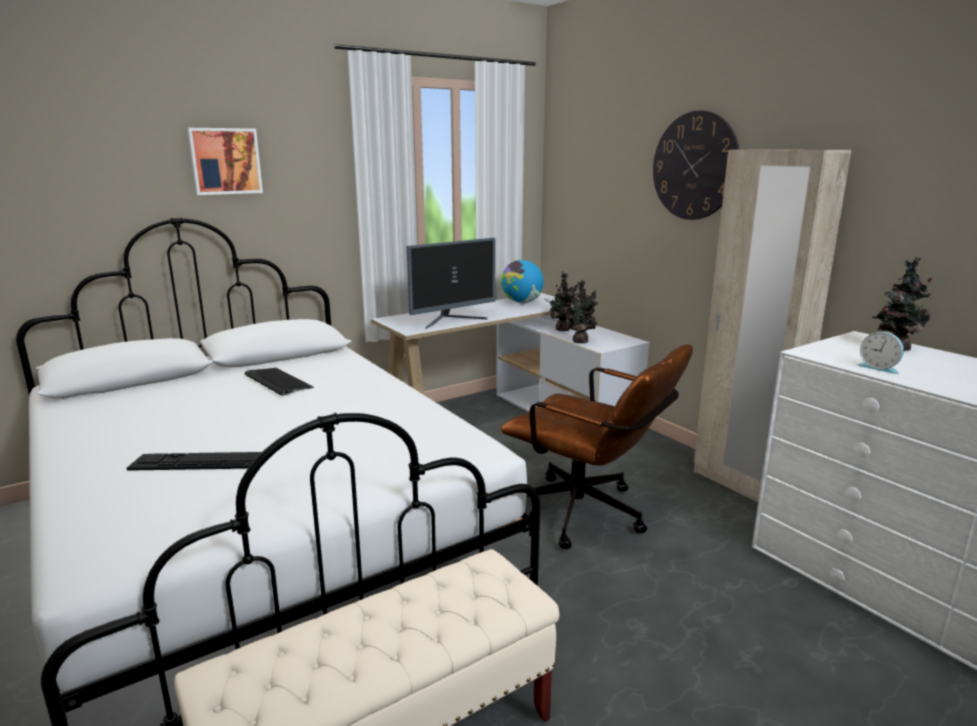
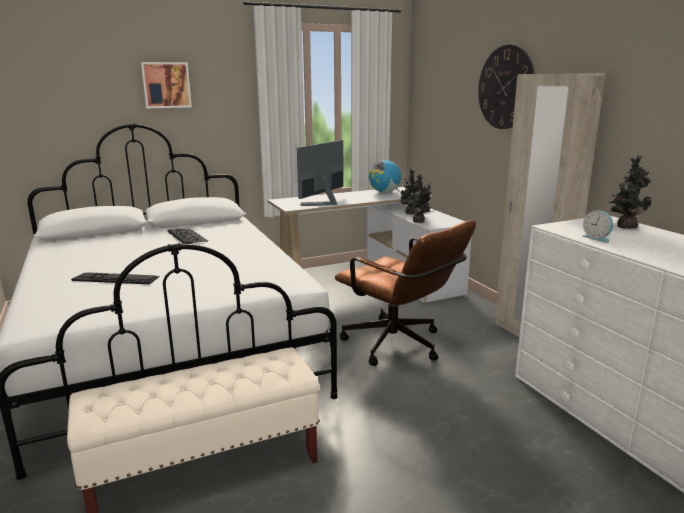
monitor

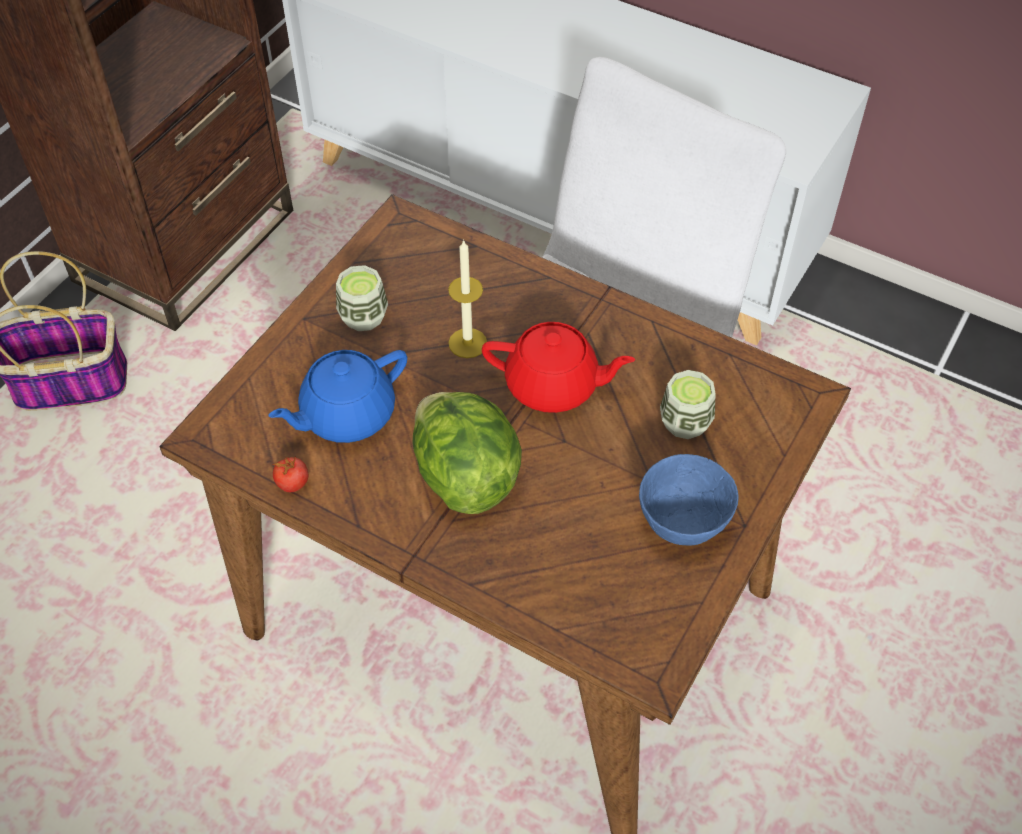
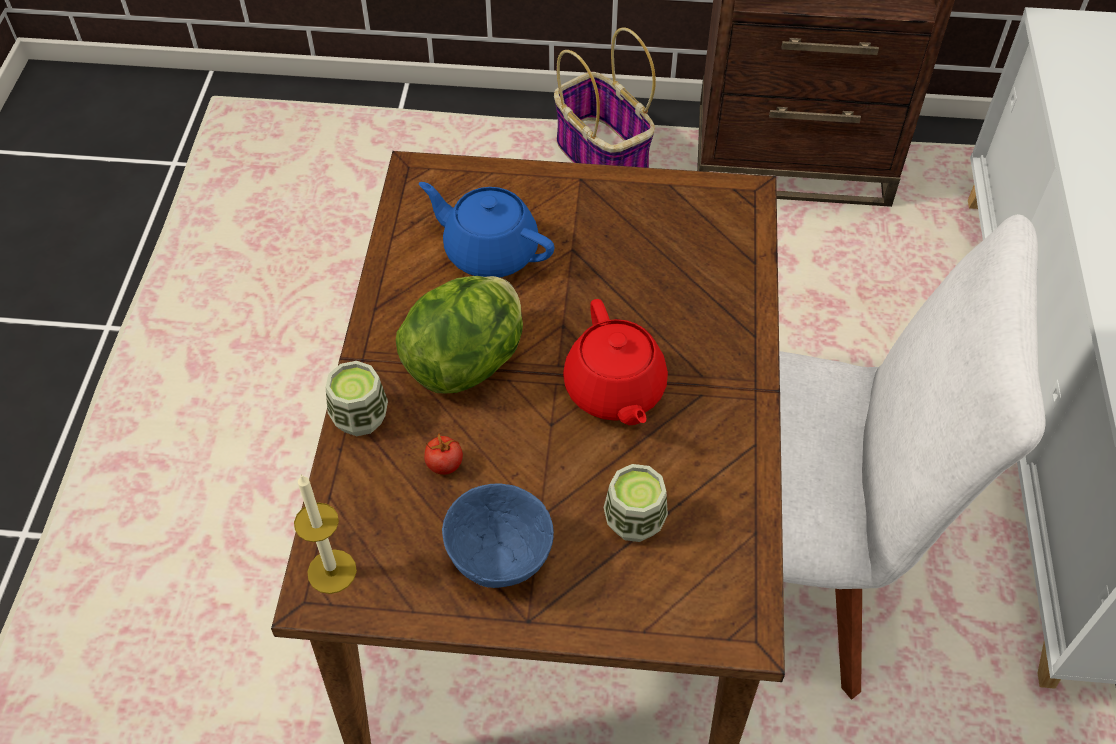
candle
cup (no. 1 from left)
tomato

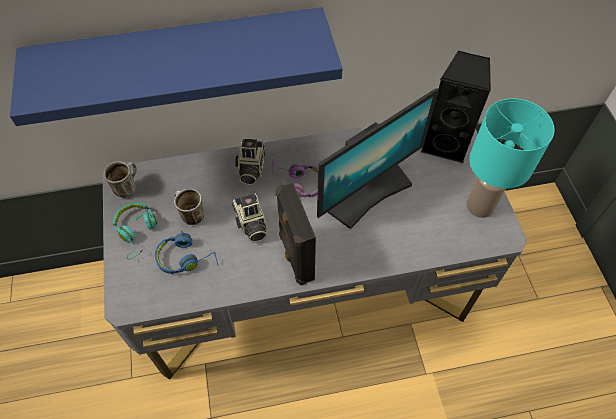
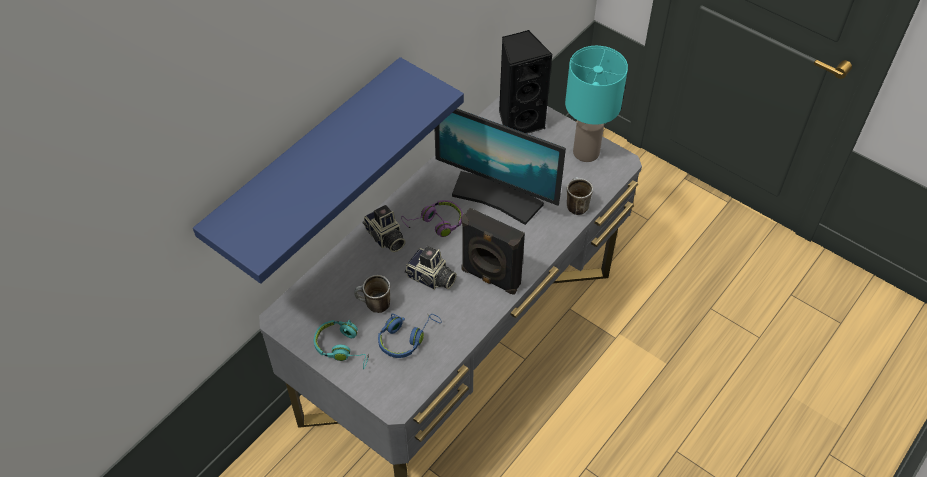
monitor
mug (no. 2 from left)

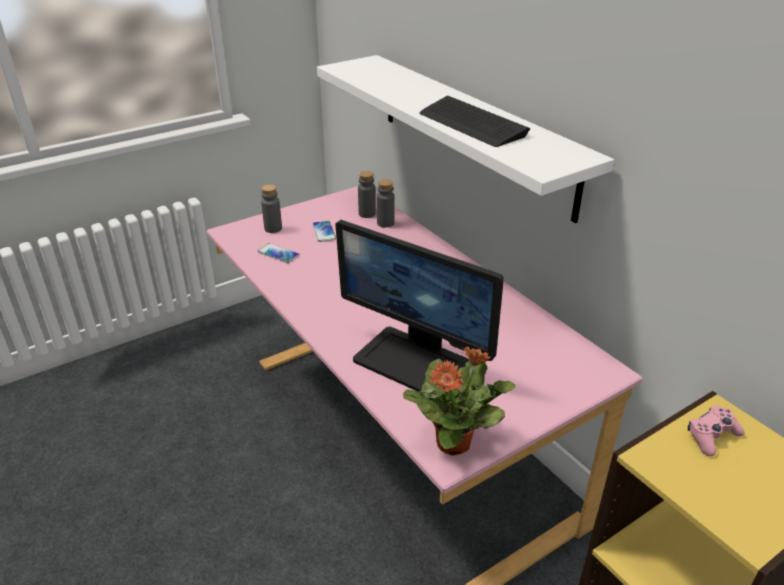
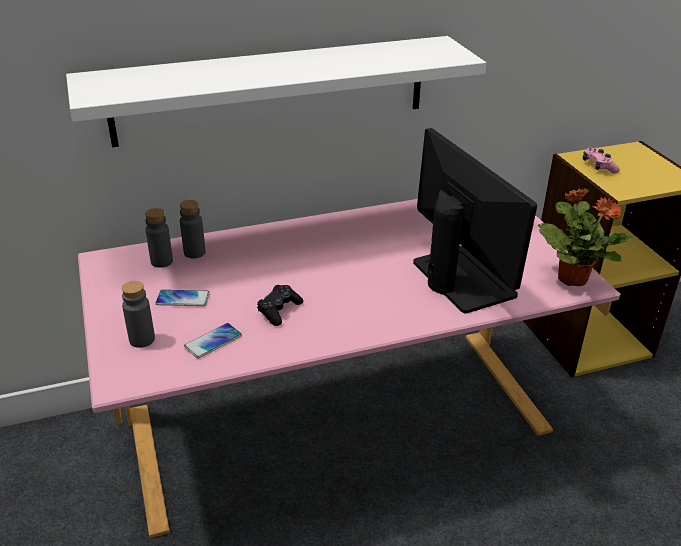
keyboard
monitor
black game controller

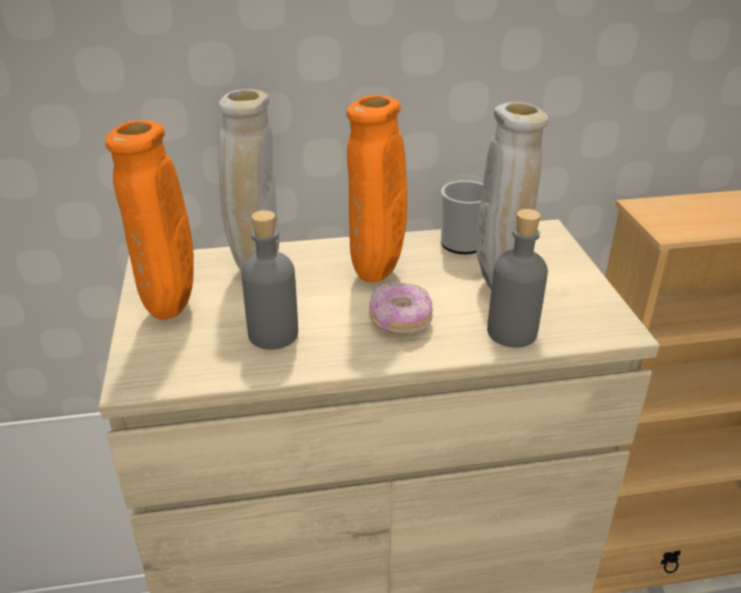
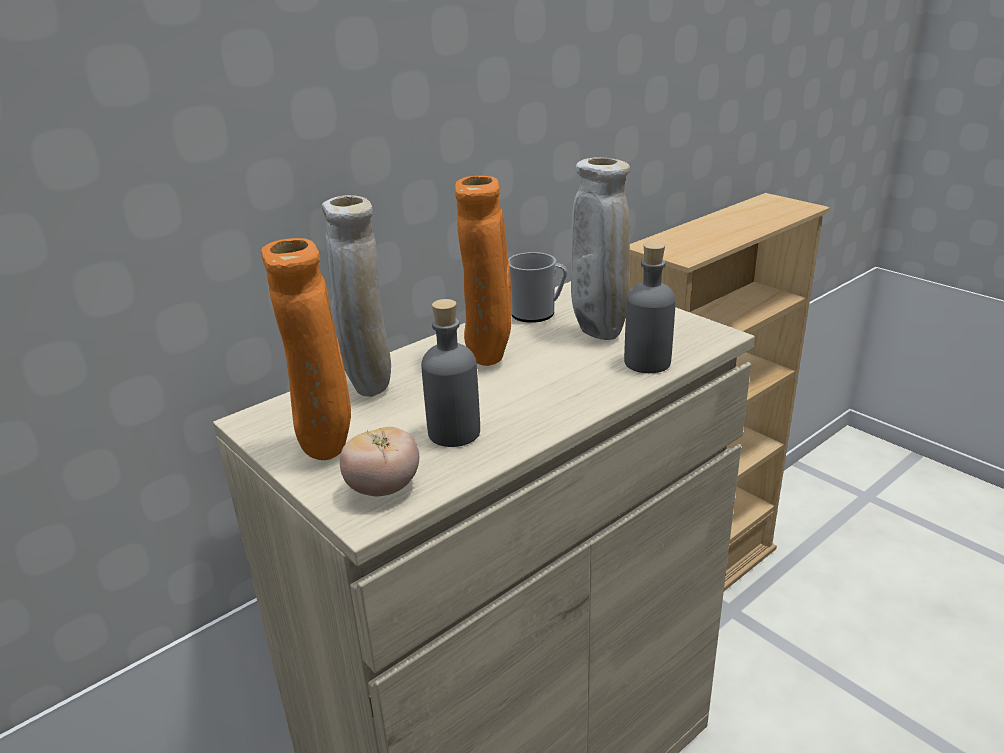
donut
tomato

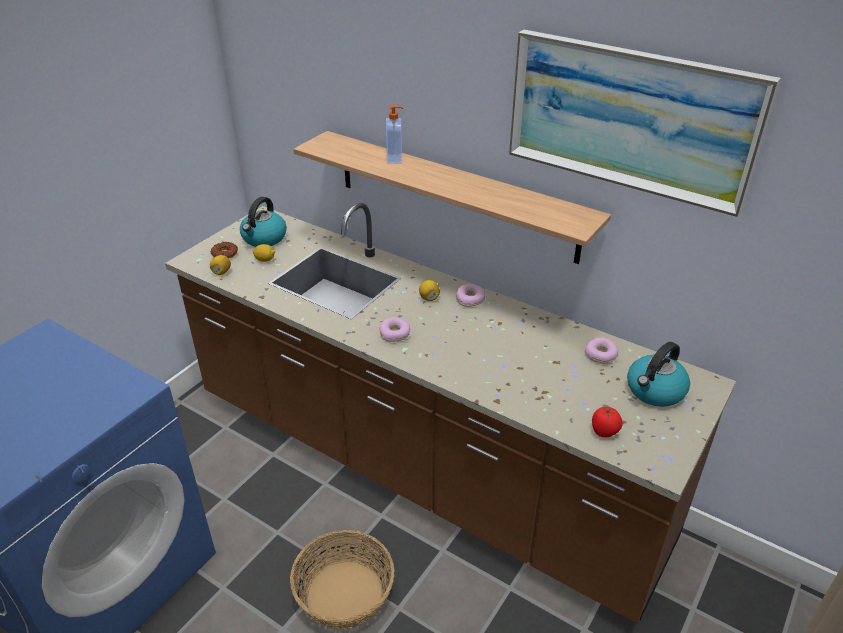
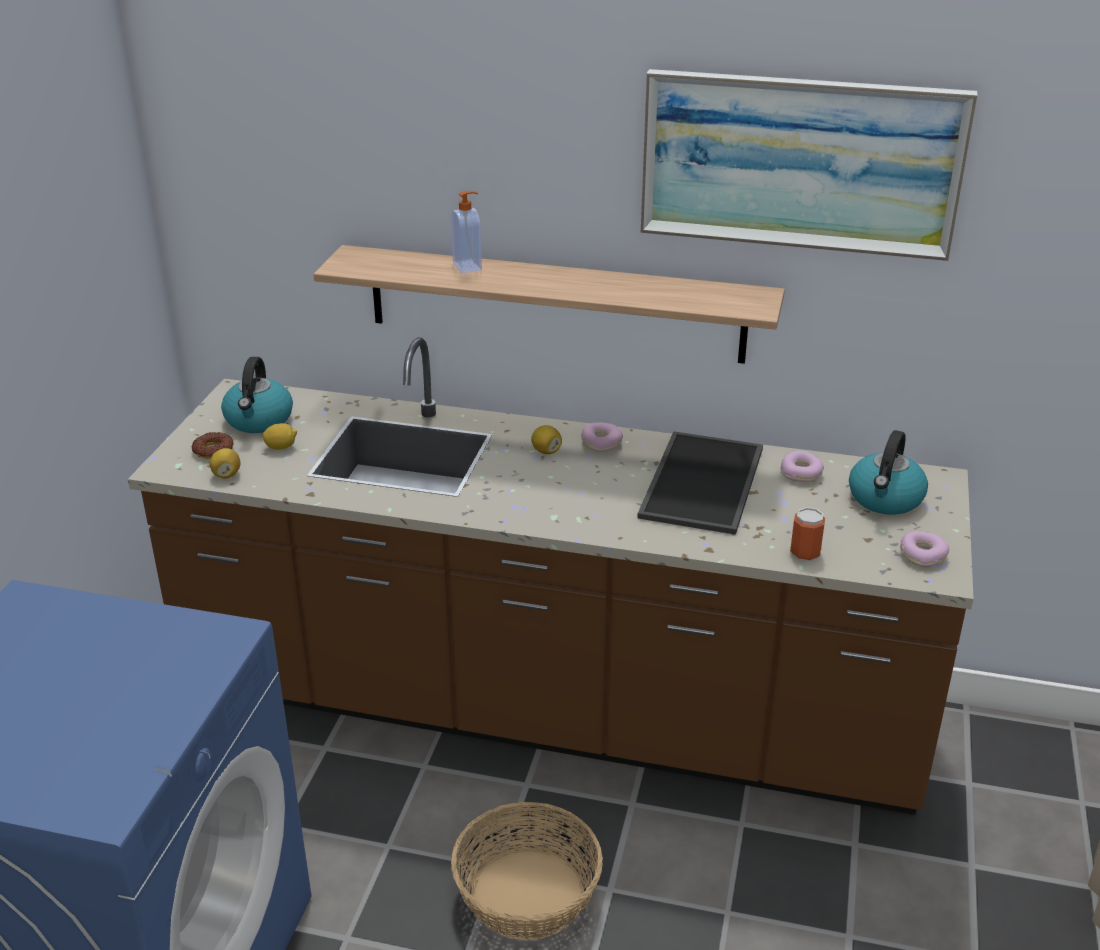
donut (no. 4 from left)
tomato
tray
can

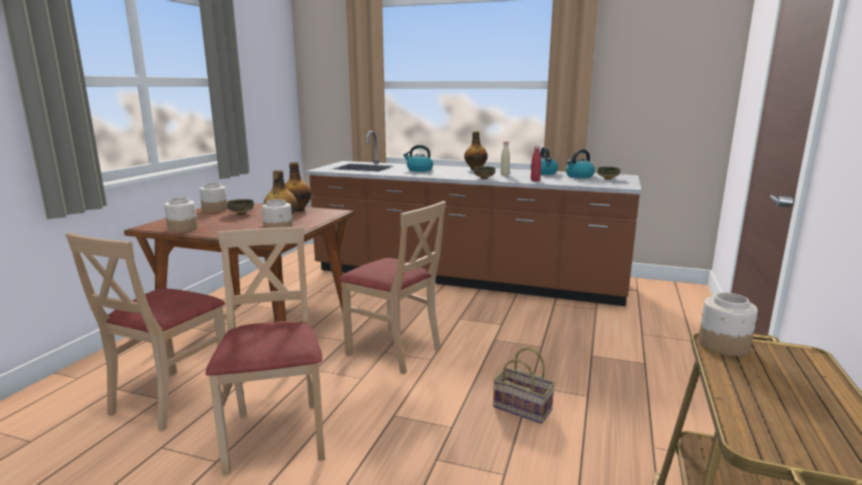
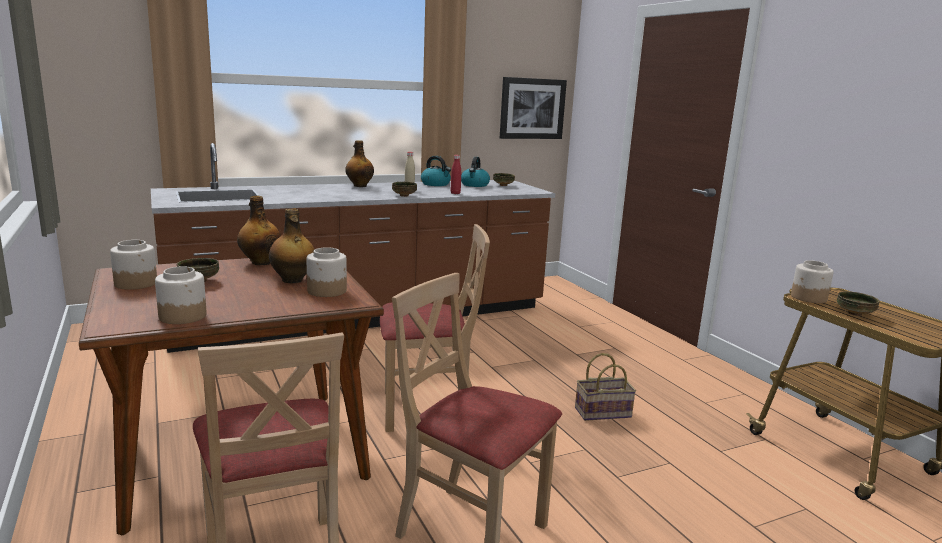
kettle (no. 1 from left in the first image)
picture
bowl (no. 4 from left)

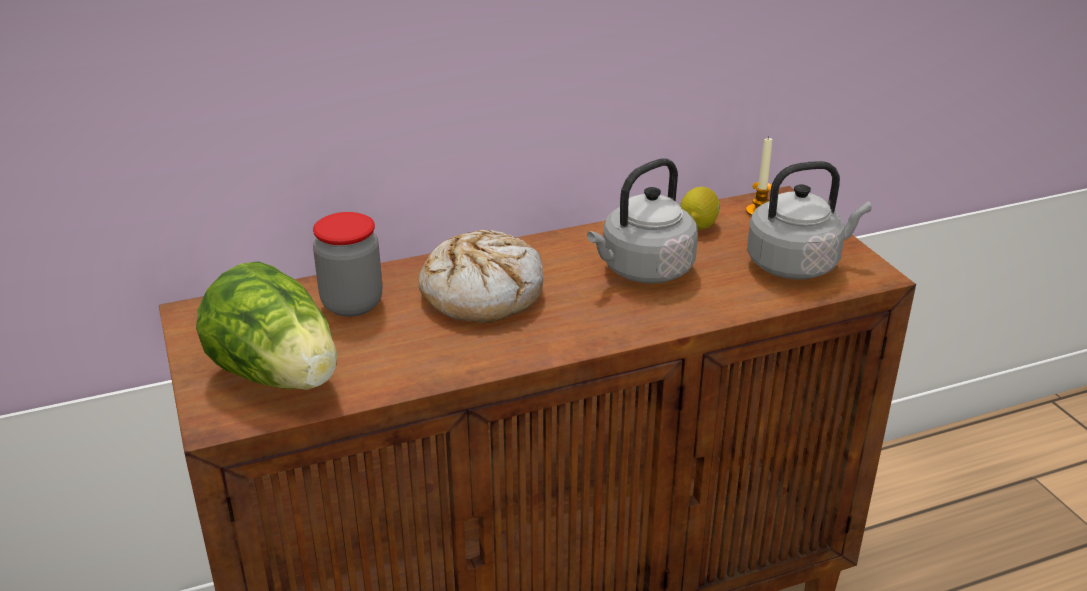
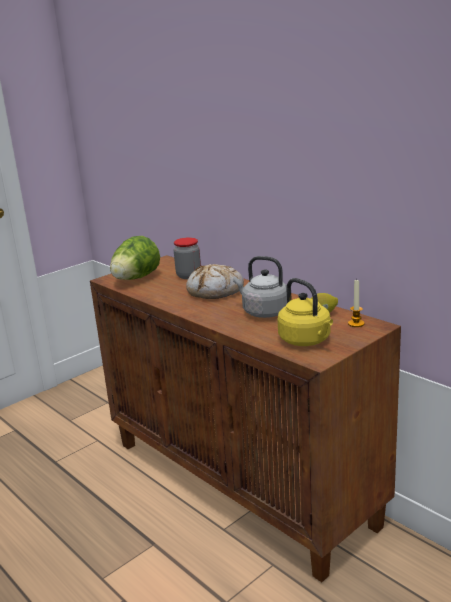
yellow kettle

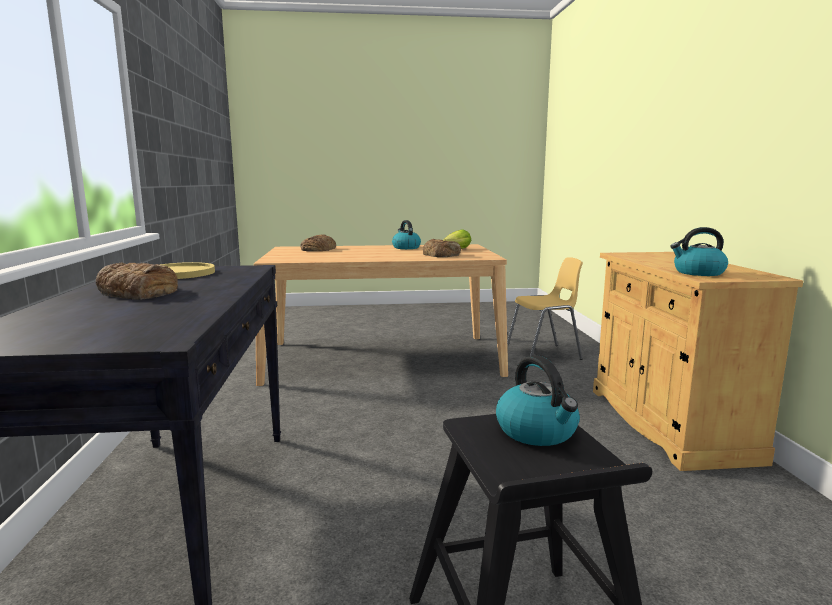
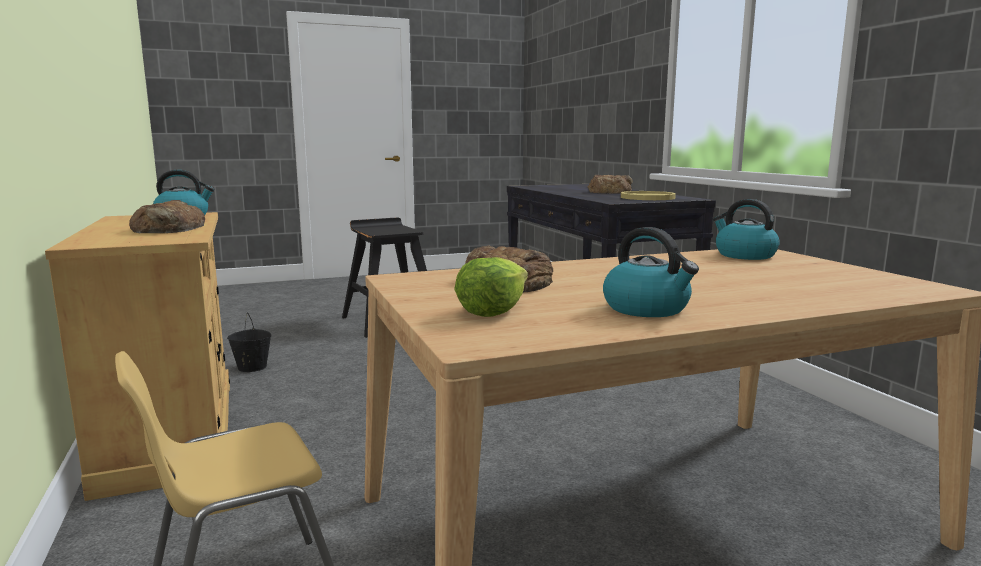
bread (no. 1 from left)
kettle (no. 3 from left)
black bucket

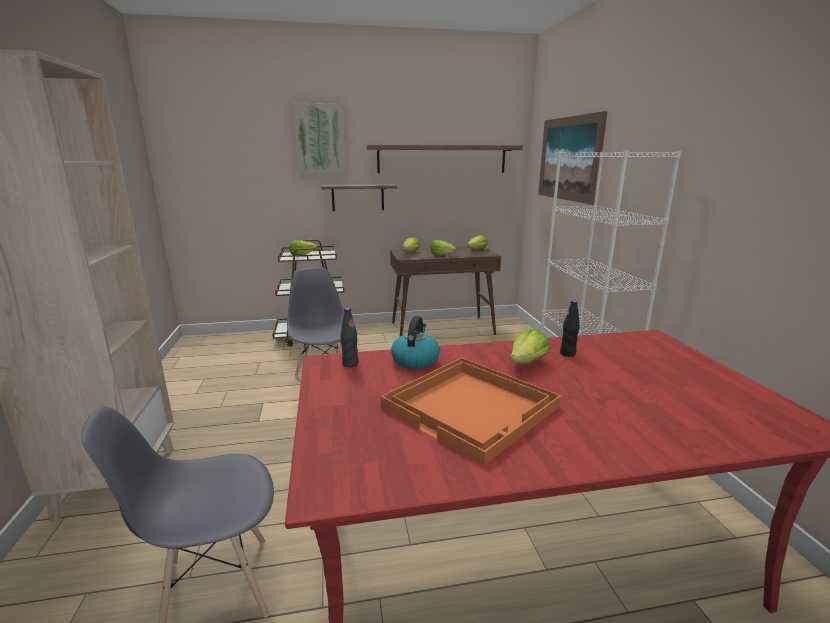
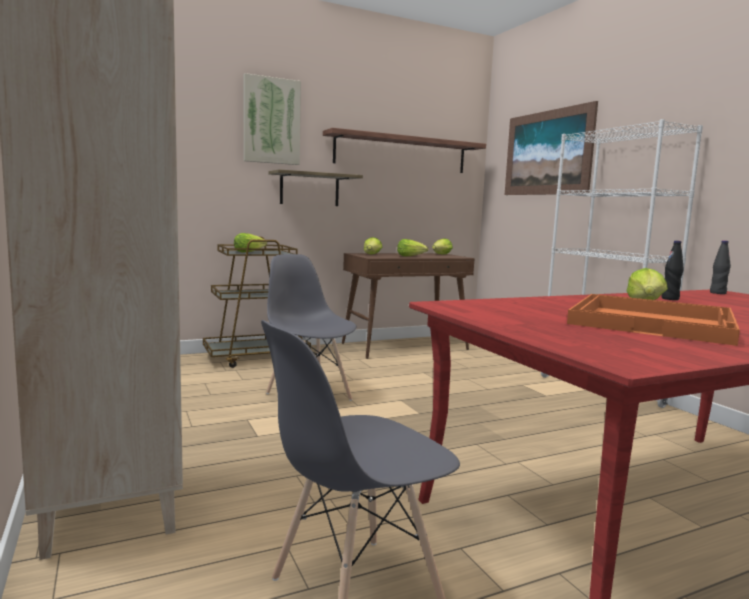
black bottle (no. 2 from left)
kettle

